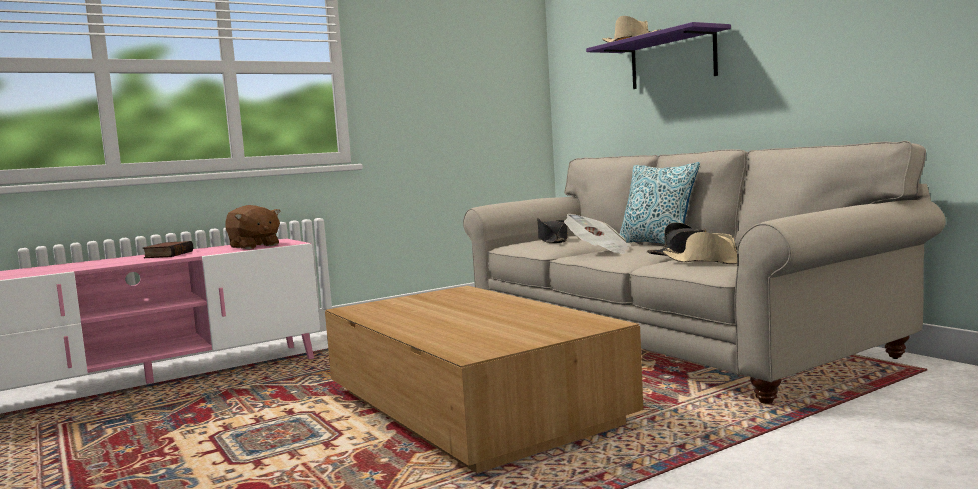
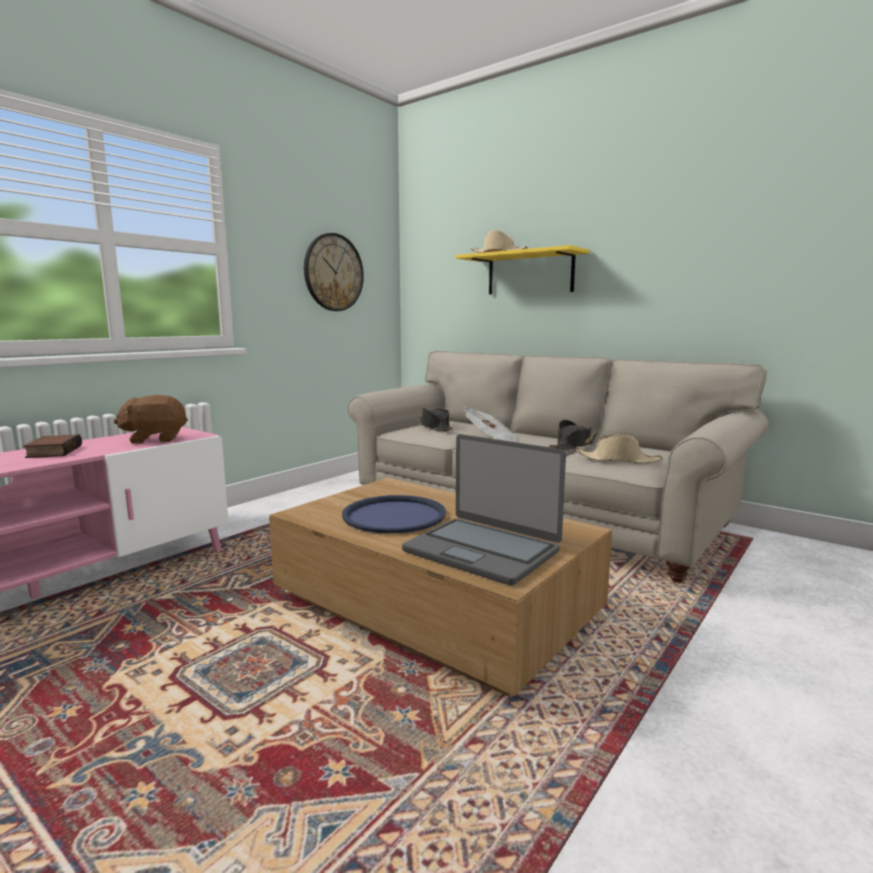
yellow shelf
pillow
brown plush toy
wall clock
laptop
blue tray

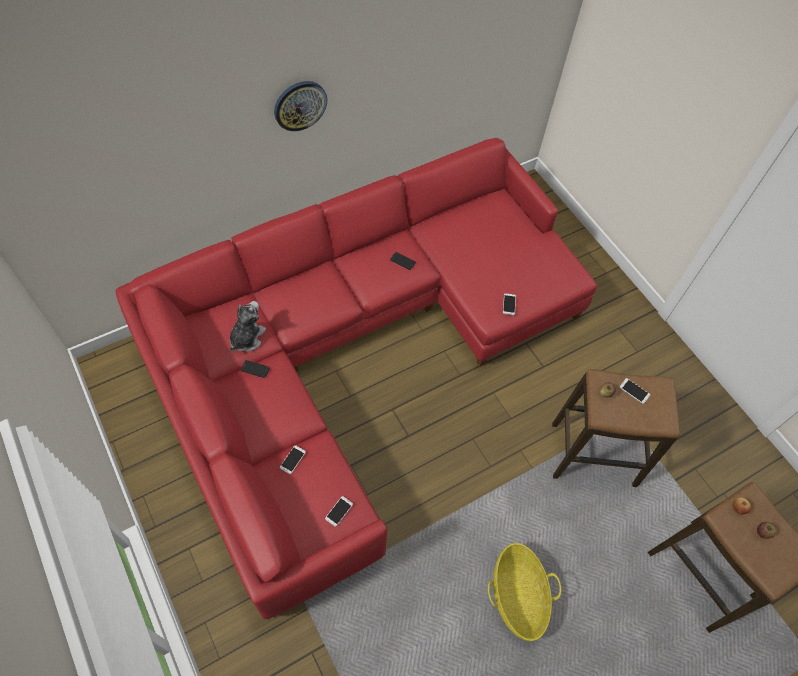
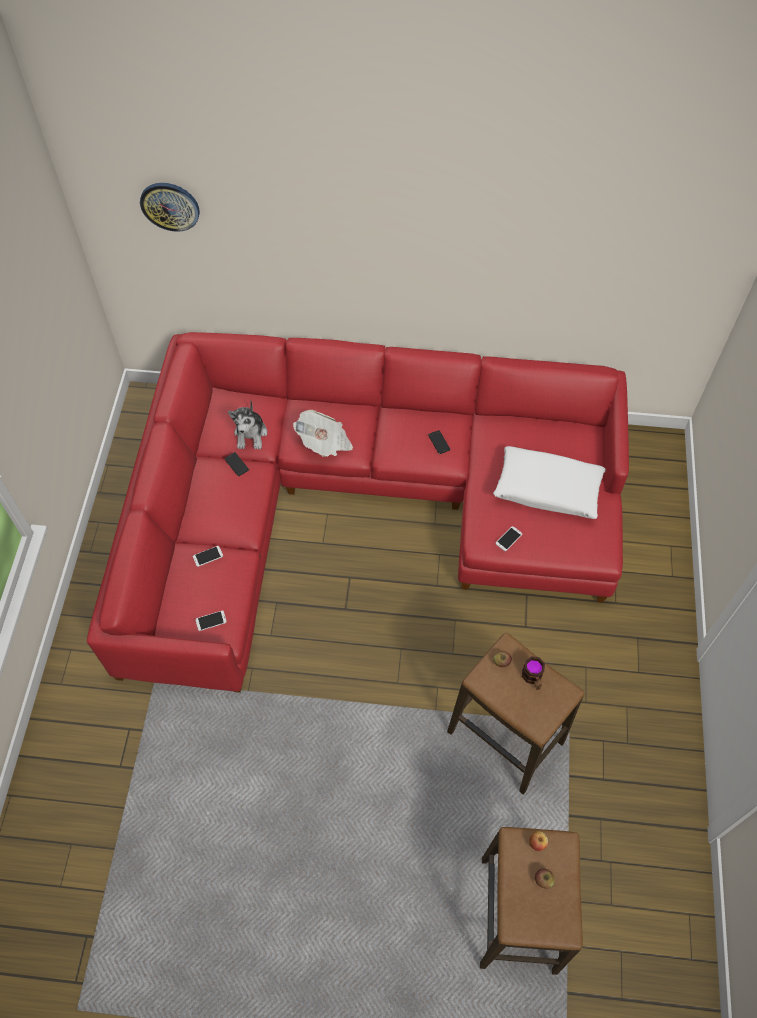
wall clock
plush toy
mug
basket
newspaper
white pillow

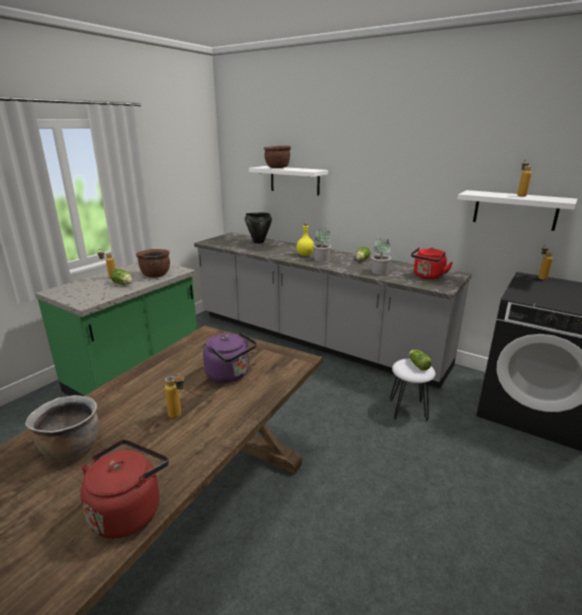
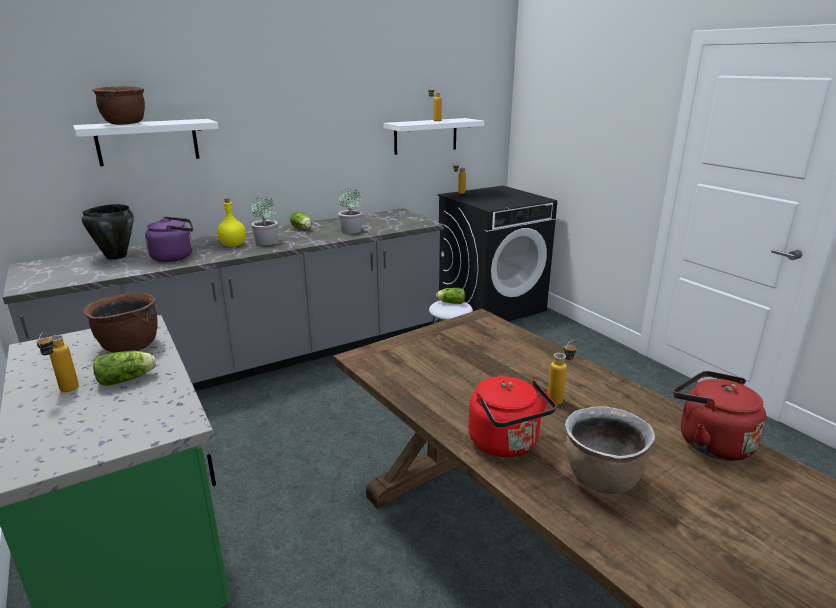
red kettle (no. 1 from left)
purple kettle

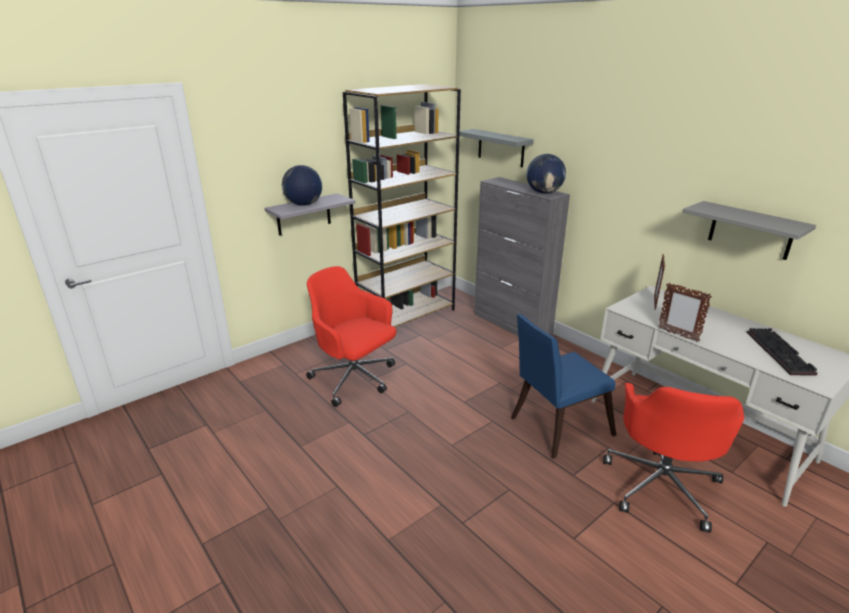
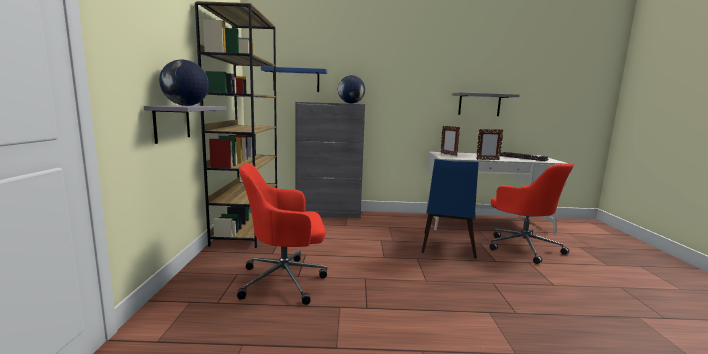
blue shelf

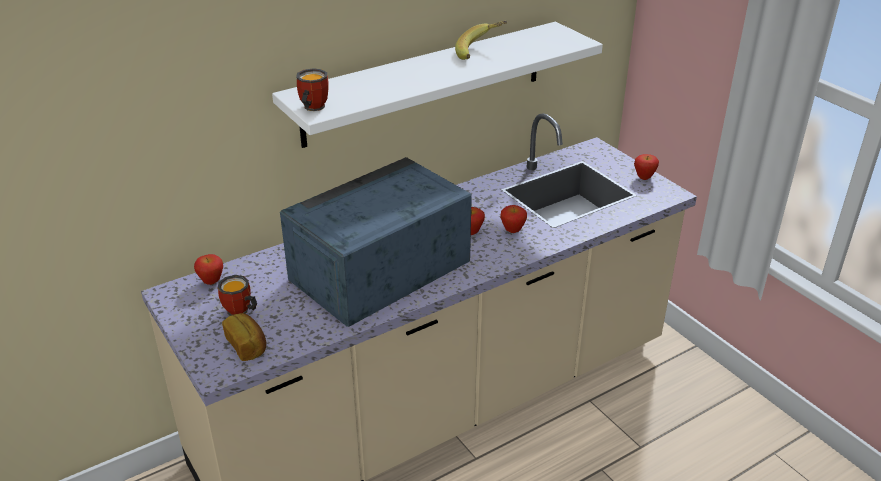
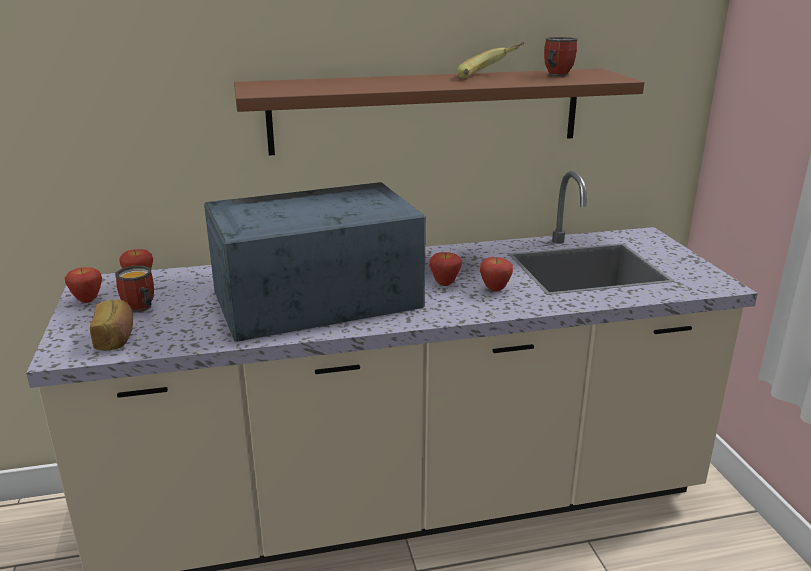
brown shelf
mug (no. 2 from left)
apple (no. 1 from left)

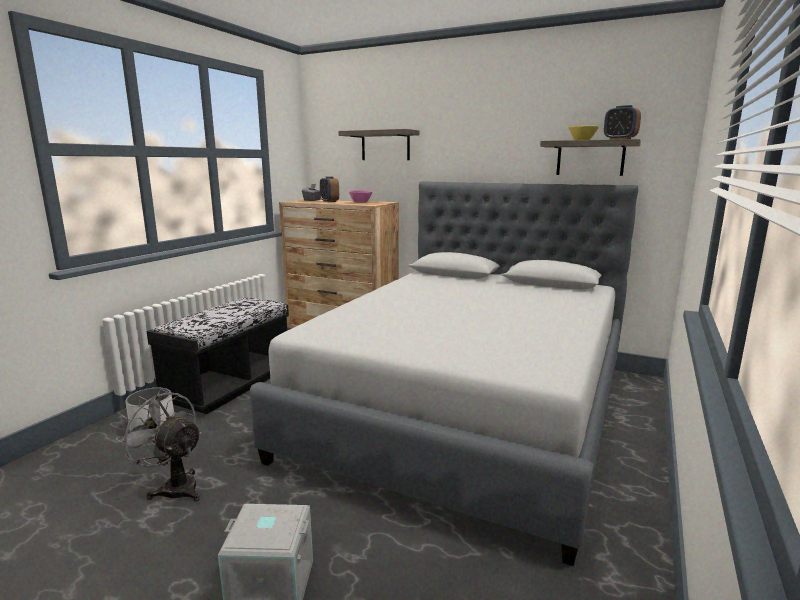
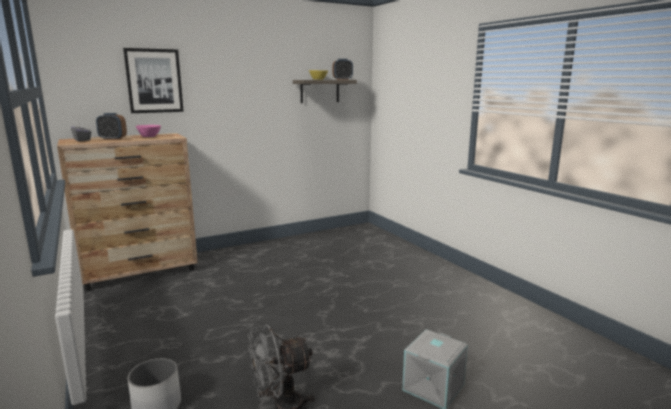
picture
grey bed
black bench

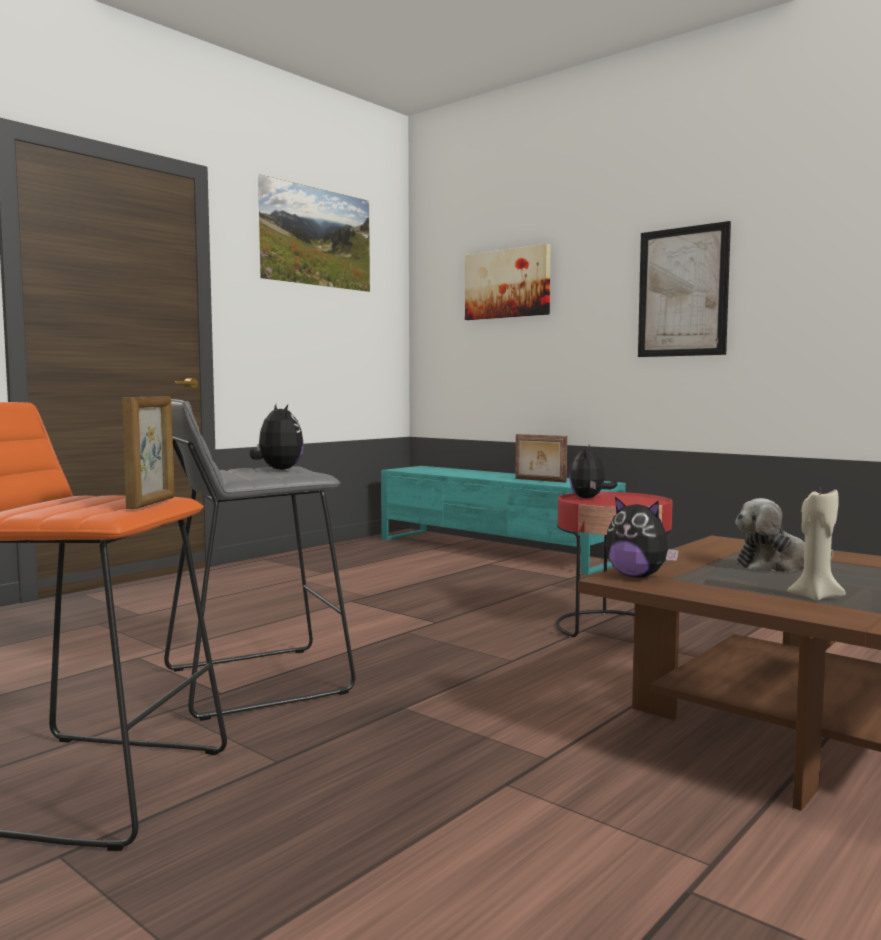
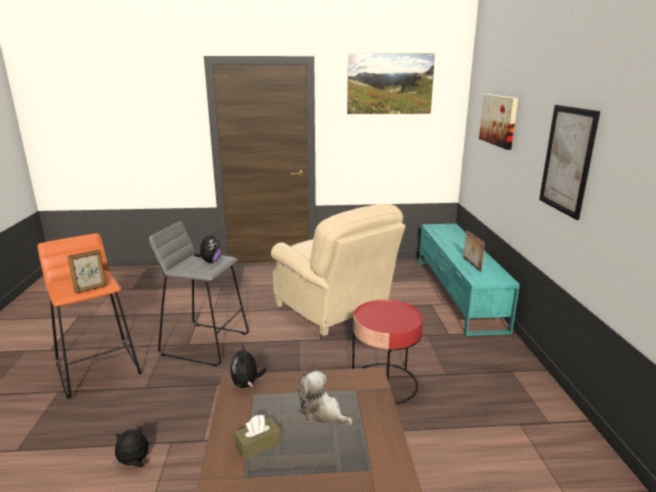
plush toy (no. 1 from left)
brown tissue box
beige armchair

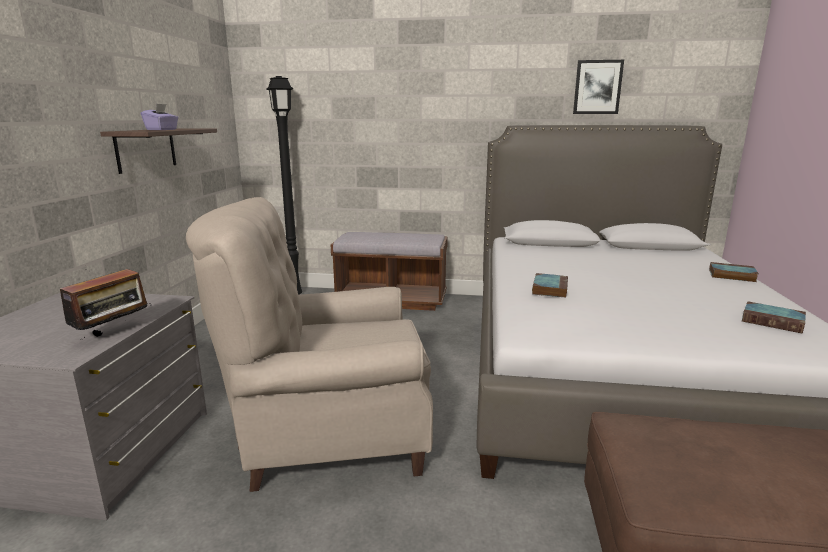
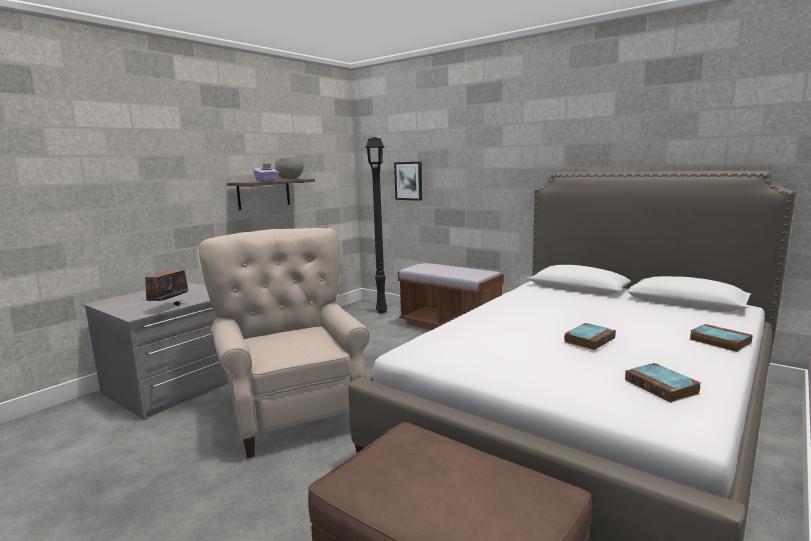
picture
beige armchair
radio
book (no. 1 from left)
grey bowl

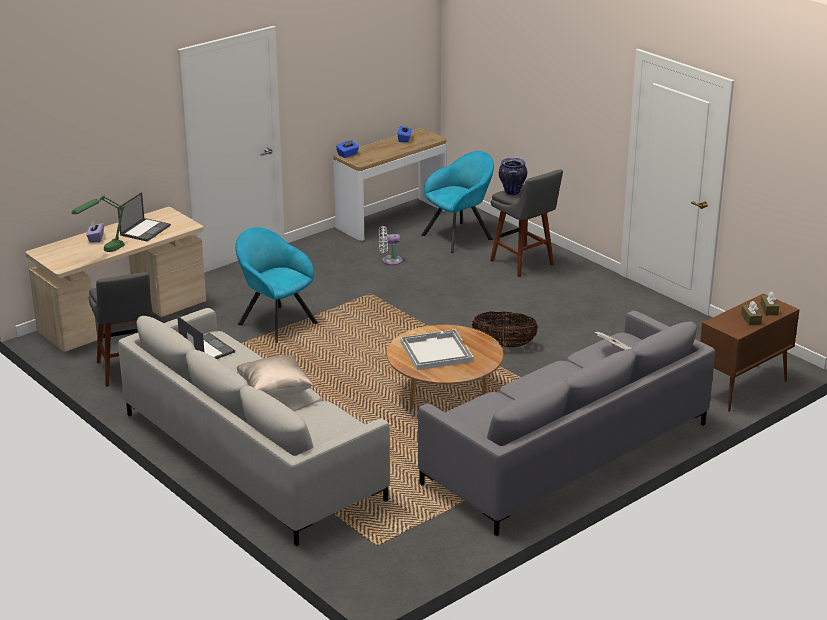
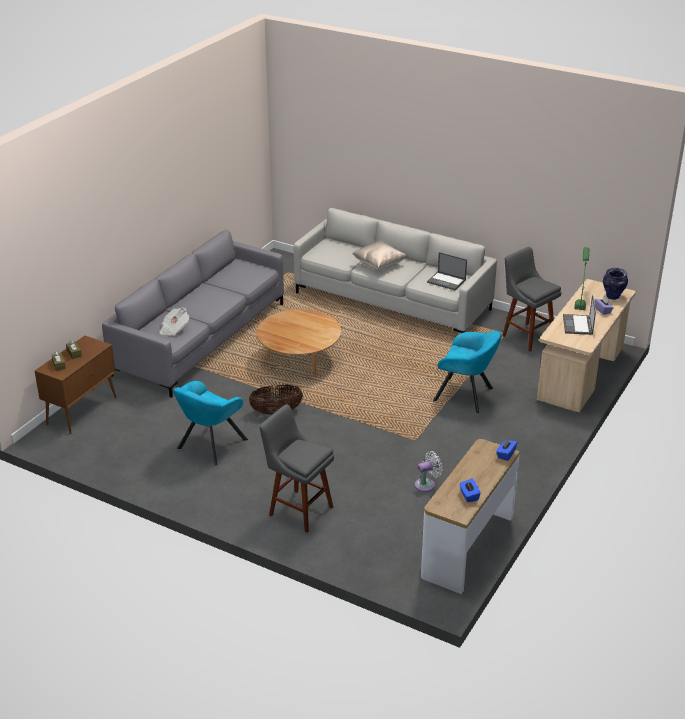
turquoise armchair (no. 1 from left)
vase
white tray

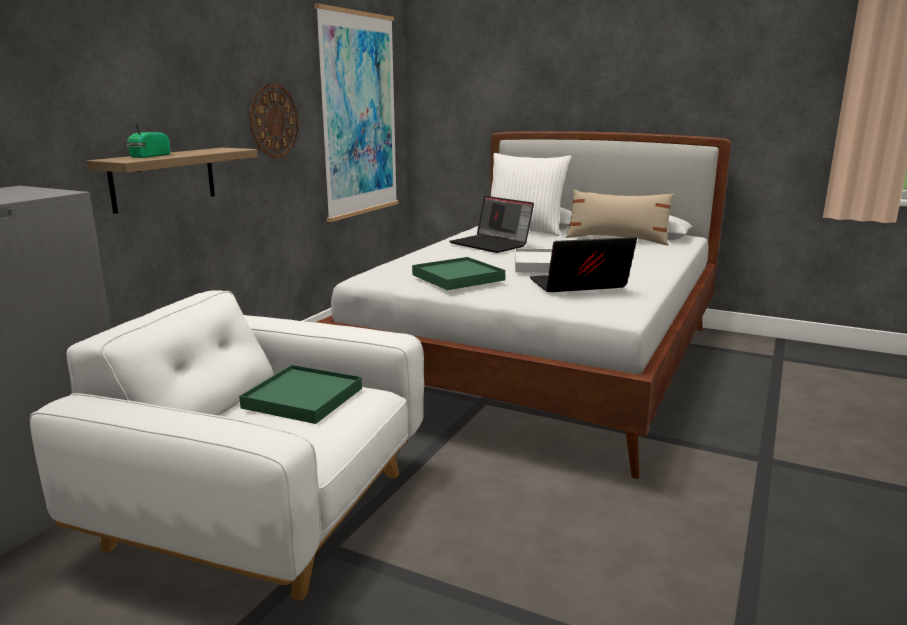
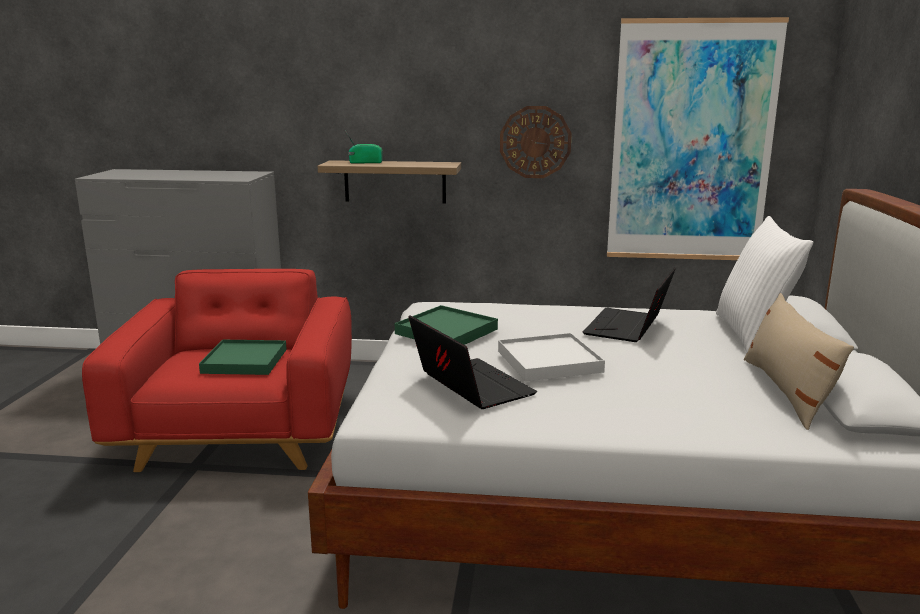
red armchair

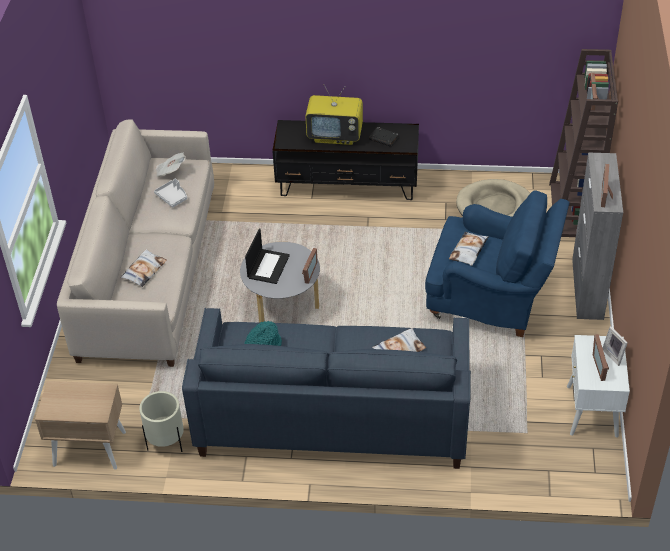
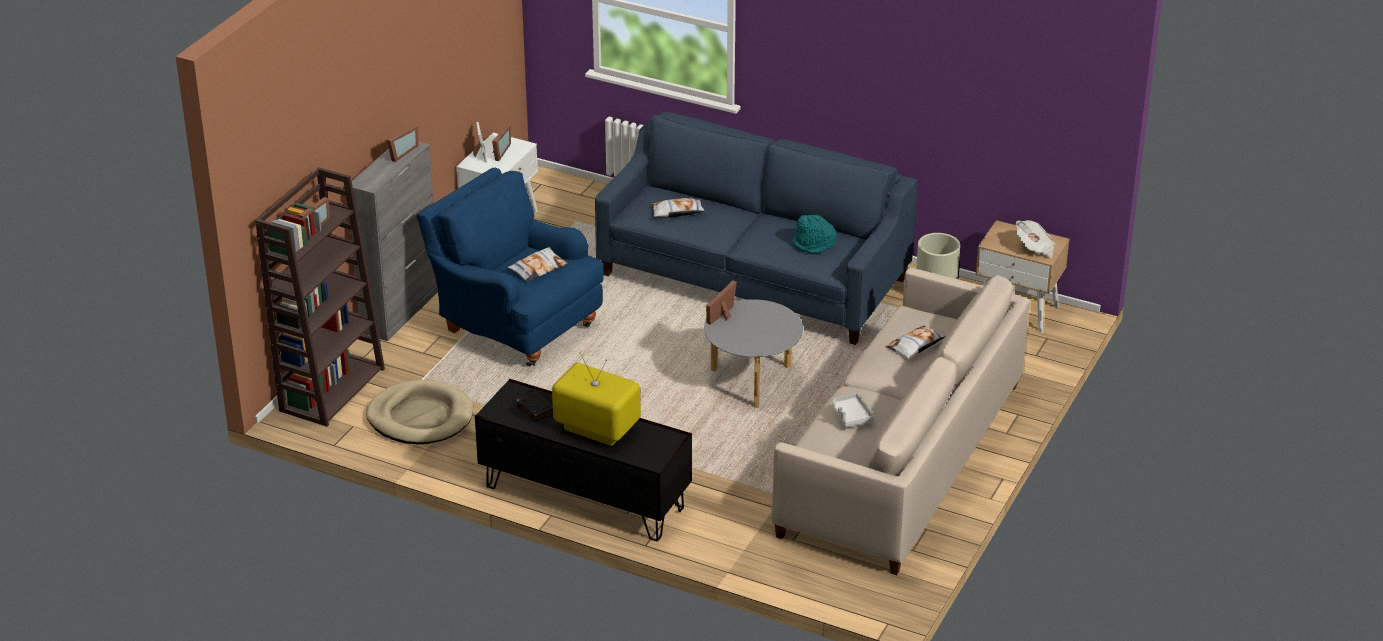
newspaper
laptop

